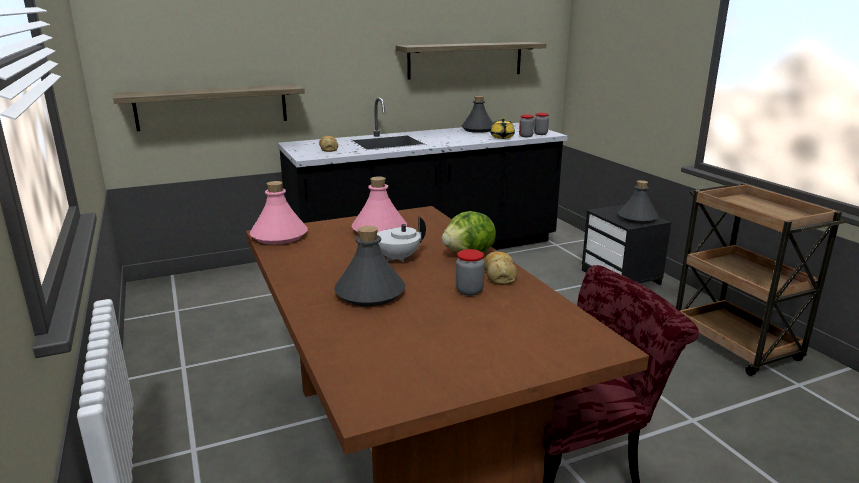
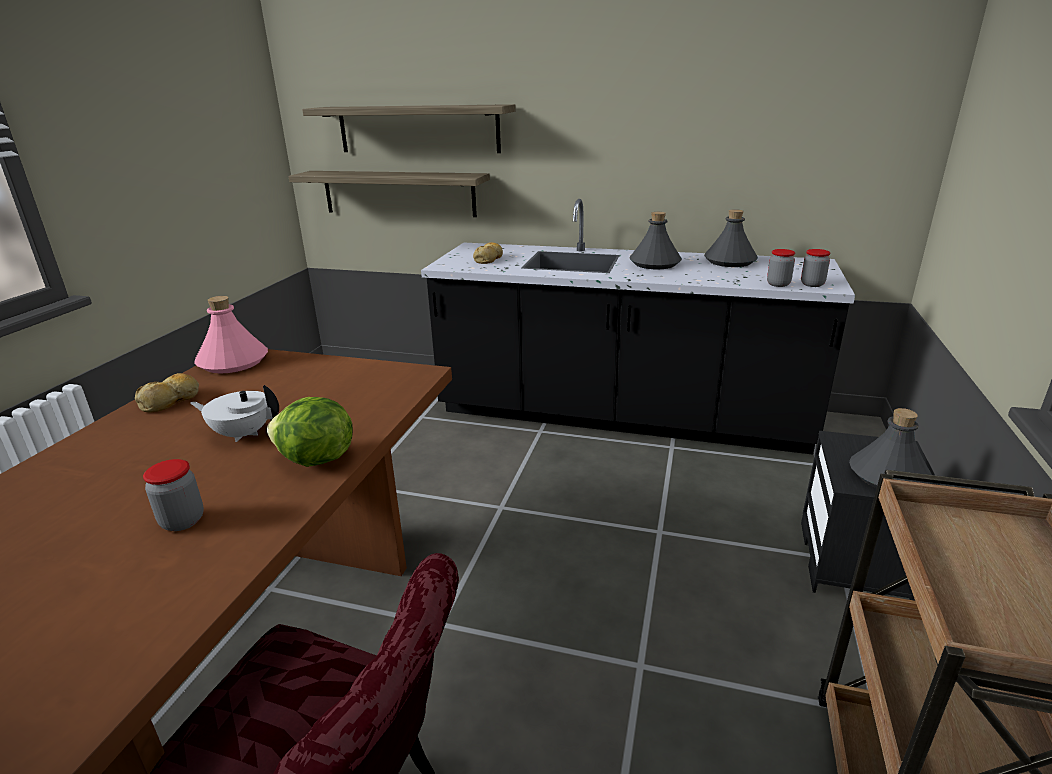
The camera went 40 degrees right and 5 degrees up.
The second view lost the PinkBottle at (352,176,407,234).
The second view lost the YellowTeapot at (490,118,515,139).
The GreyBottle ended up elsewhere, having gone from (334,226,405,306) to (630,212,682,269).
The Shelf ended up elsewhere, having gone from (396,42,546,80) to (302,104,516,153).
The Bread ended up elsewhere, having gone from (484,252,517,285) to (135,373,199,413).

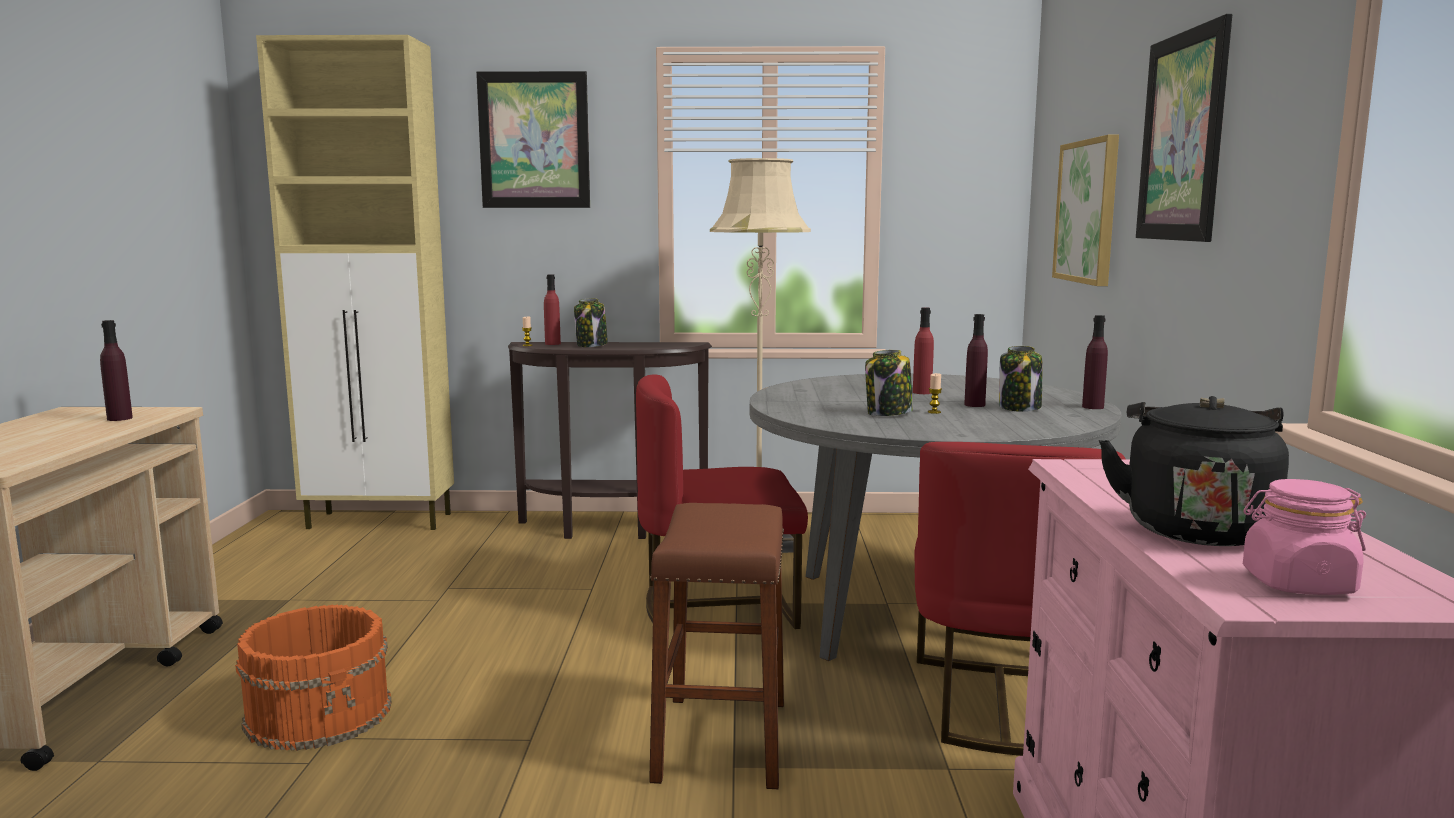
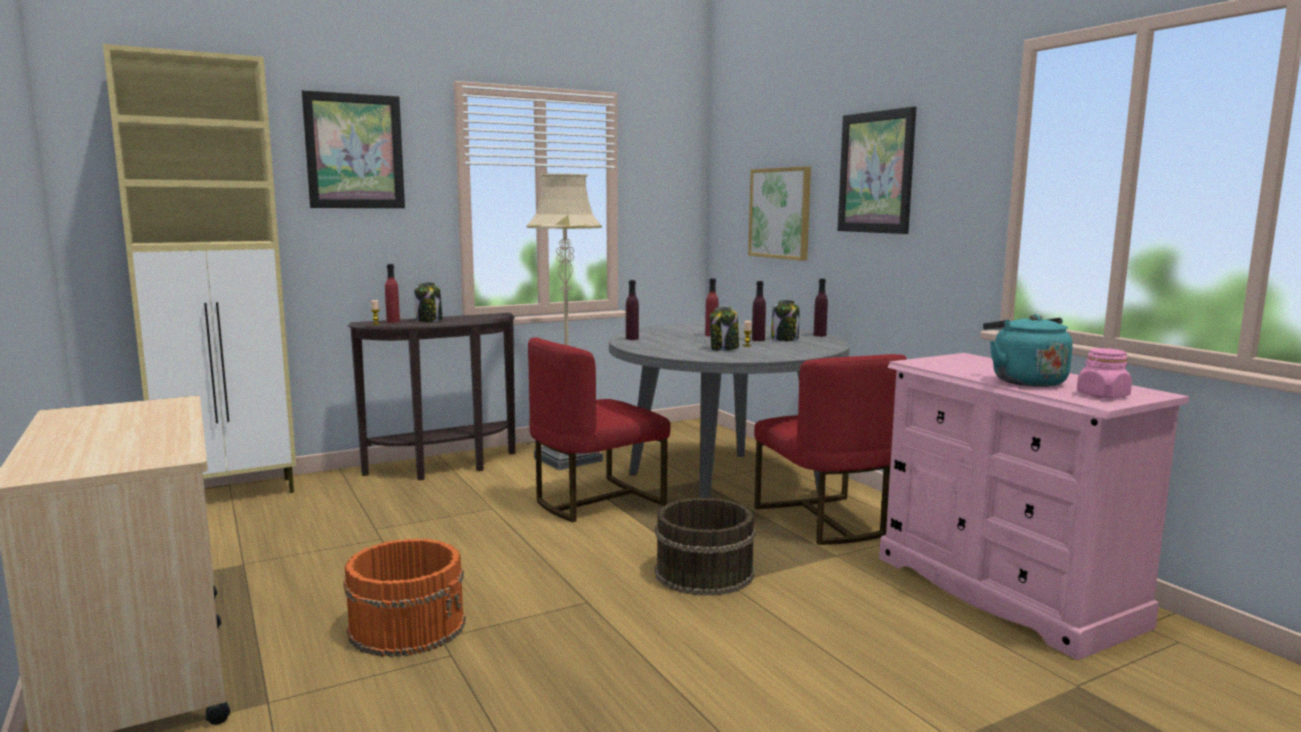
The camera went 30 degrees left and 0 degrees up.
The PurpleBottle ended up elsewhere, having gone from (100,320,133,421) to (626,280,639,340).
Where the BrownStool stood at (649,503,784,789), the BrownBucket came to stand at (655,498,756,596).
What was the BlackKettle at (1099,396,1289,546) turned into the TurquoiseKettle at (983,314,1073,387).

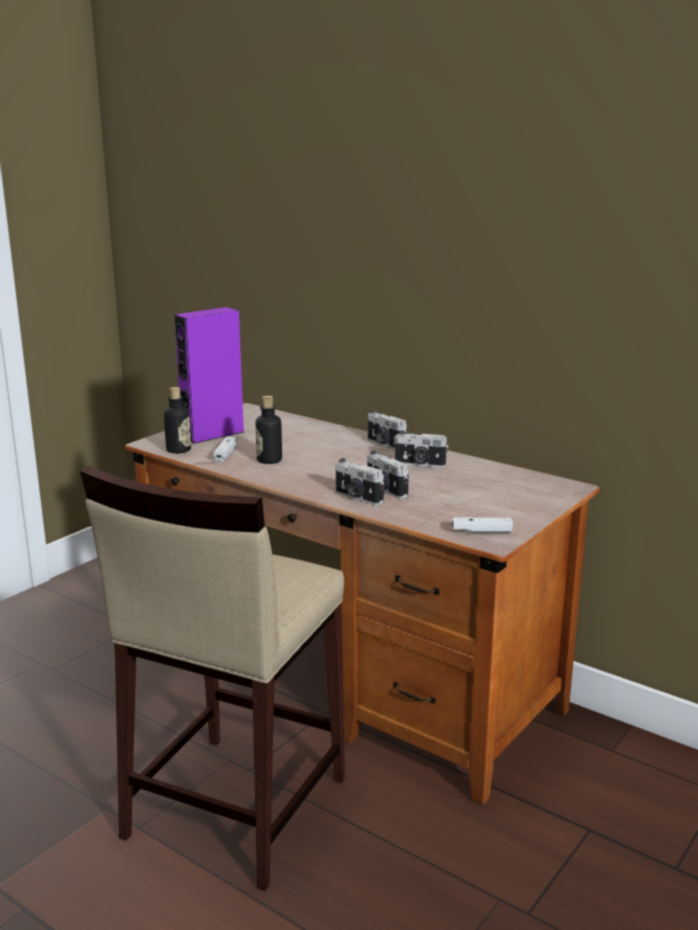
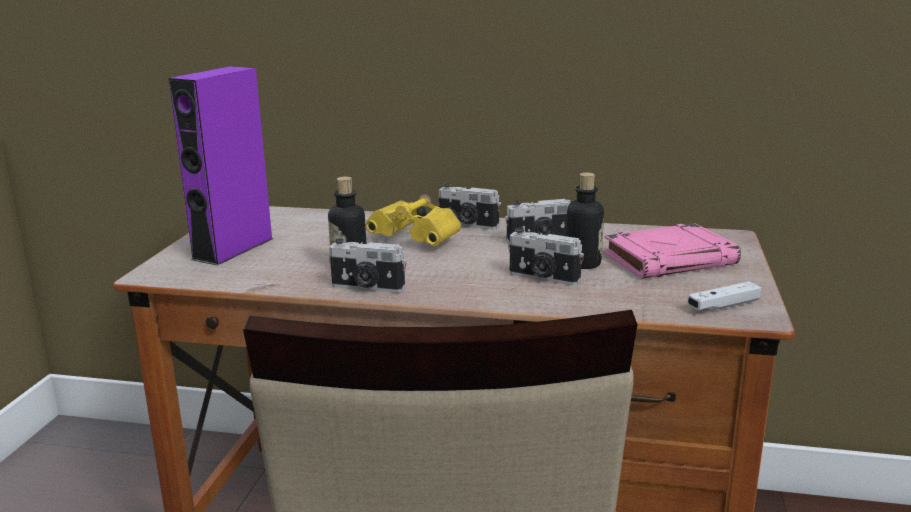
The camera went 25 degrees left and 0 degrees up.
The second view lost the WhiteGameController at (213,436,237,462).
The second view gained the YellowBinoculars at (366,194,461,246).
The second view gained the PinkBook at (604,223,741,279).
The Bottle ended up elsewhere, having gone from (164,387,191,454) to (566,172,604,269).
The PhotoCamera ended up elsewhere, having gone from (336,458,384,505) to (329,238,406,293).

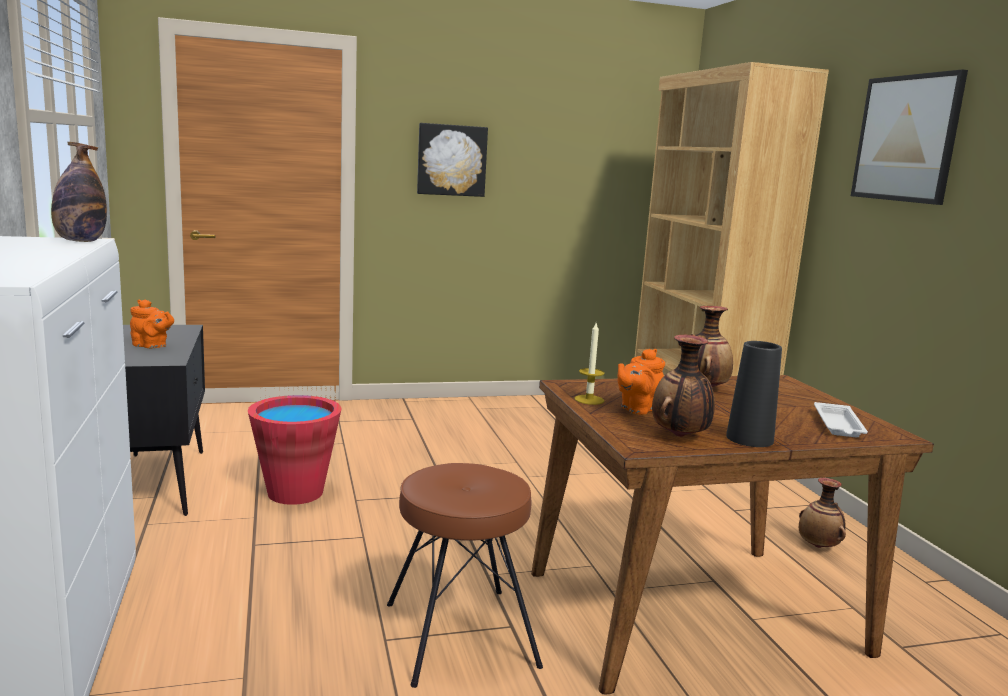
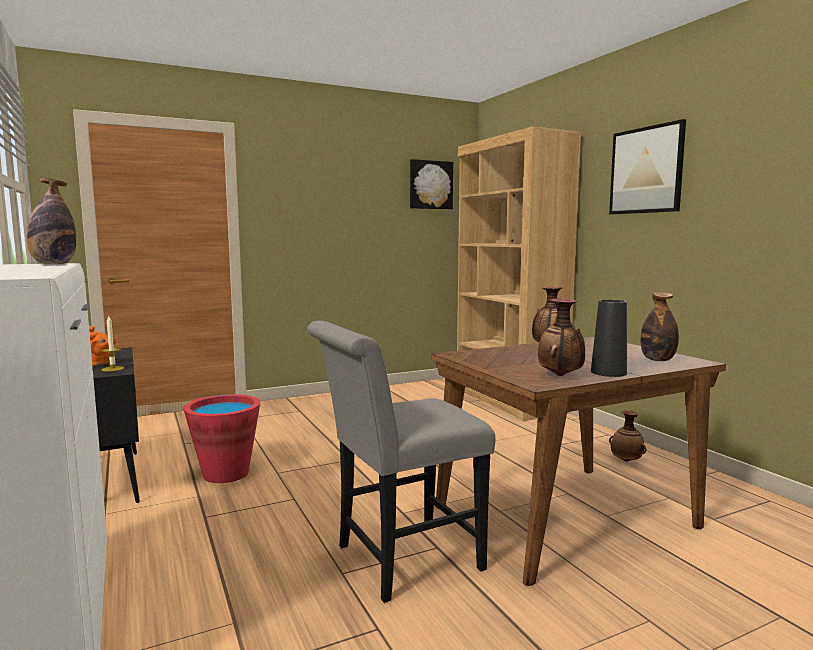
The camera went 10 degrees left and 5 degrees down.
The second view lost the OrangeTeapot at (617,349,665,415).
The Picture ended up elsewhere, having gone from (417,123,488,197) to (410,159,453,209).
The Candle ended up elsewhere, having gone from (574,323,605,405) to (102,316,124,371).
Where the BrownStool stood at (387,463,543,688), the GreyChair came to stand at (307,321,495,603).
Where the WhiteTray stood at (814,402,868,437), the Bottle came to stand at (640,292,679,361).

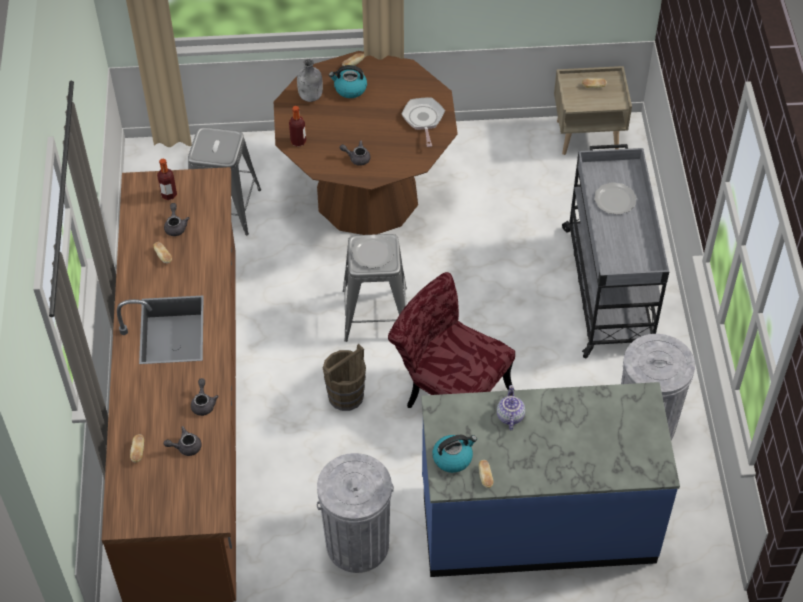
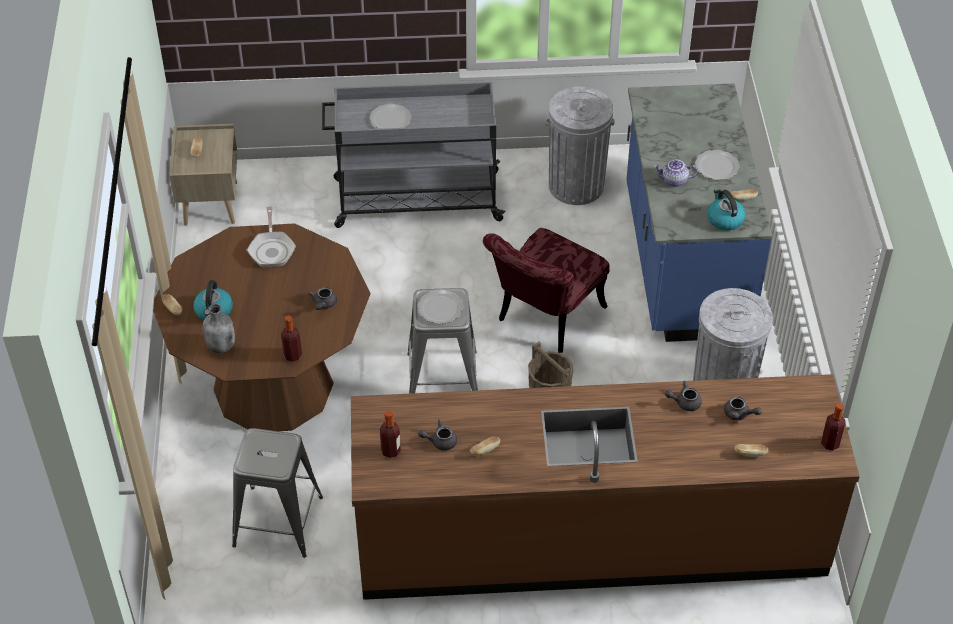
The camera went 90 degrees left and 5 degrees down.
The second view gained the Plate at (695,150,740,180).
The second view gained the Bottle at (821,403,846,451).
The GreyTeapot at (164,426,202,456) ended up facing another way, 45 degrees counterclockwise from before.
The FryingPan at (402,97,445,147) ended up facing another way, 90 degrees counterclockwise from before.

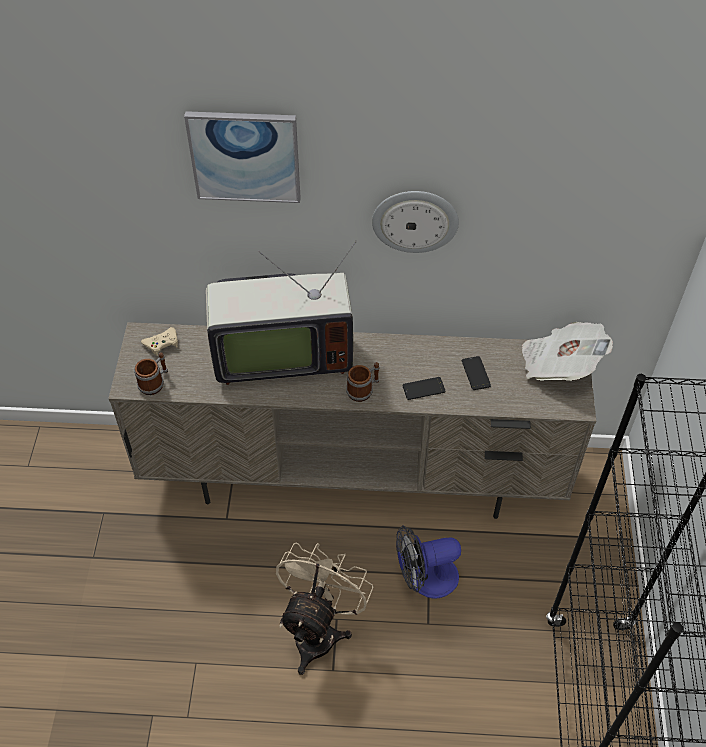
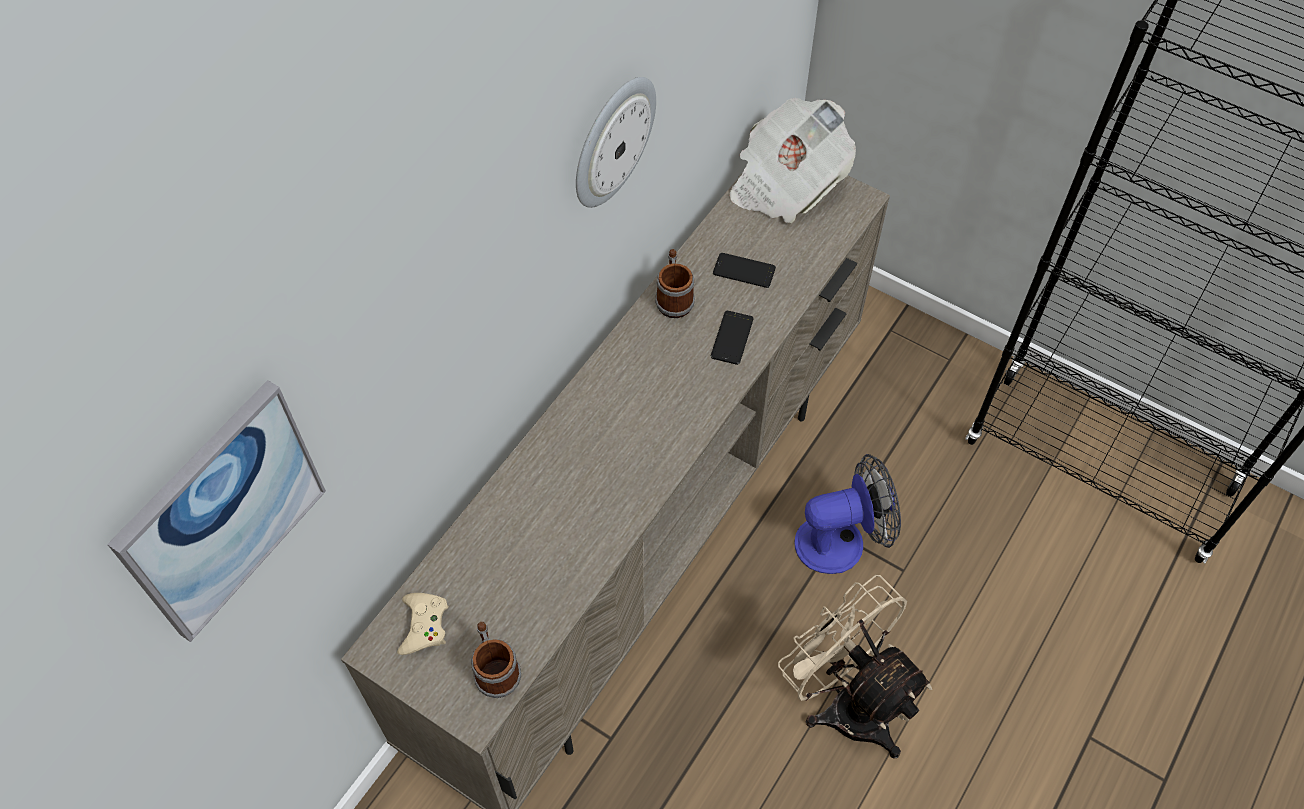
The camera went 60 degrees left and 5 degrees up.
The second view lost the Television at (206,241,357,385).
The Picture ended up elsewhere, having gone from (184,111,301,203) to (107,380,326,642).
The Mug ended up elsewhere, having gone from (346,362,379,402) to (655,249,695,318).
The Fan at (396,525,461,599) ended up facing another way, 120 degrees counterclockwise from before.

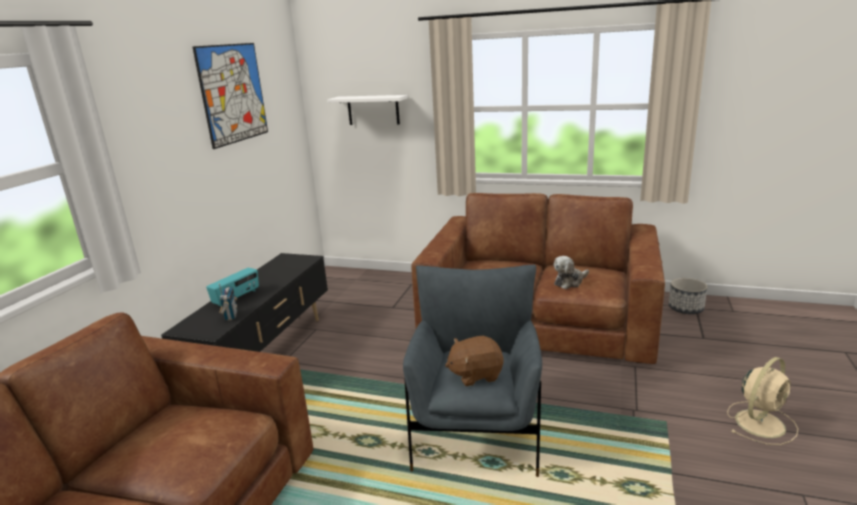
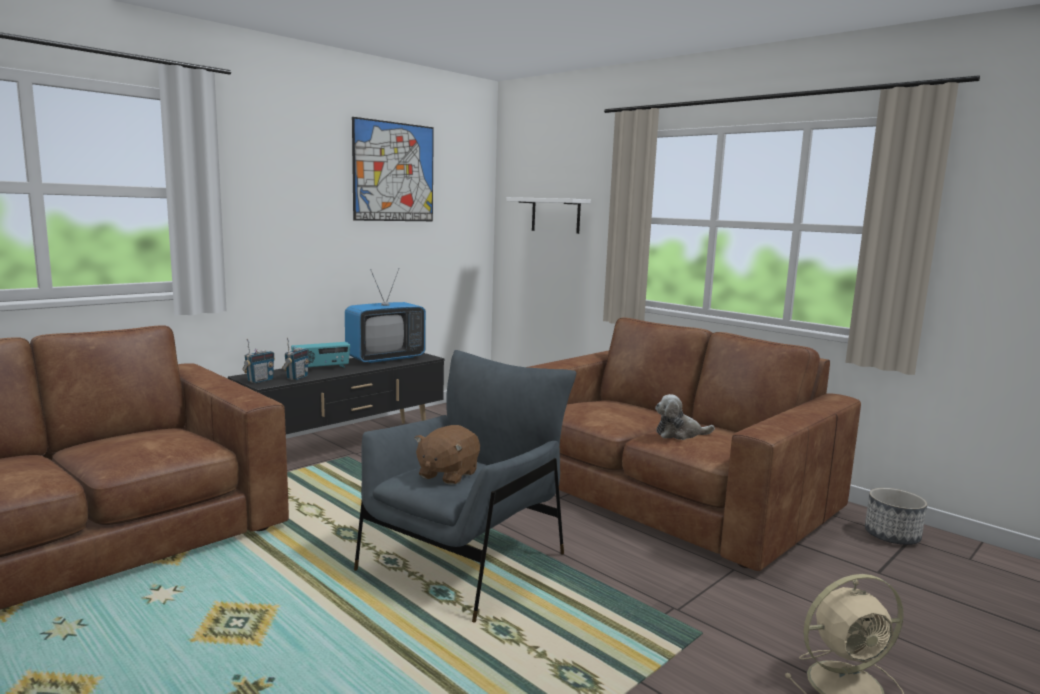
The camera went 25 degrees right and 10 degrees down.
The second view gained the Radio at (242,339,275,383).
The second view gained the Television at (345,268,426,364).
The BrownPlushToy at (445,336,503,386) ended up facing another way, 75 degrees counterclockwise from before.

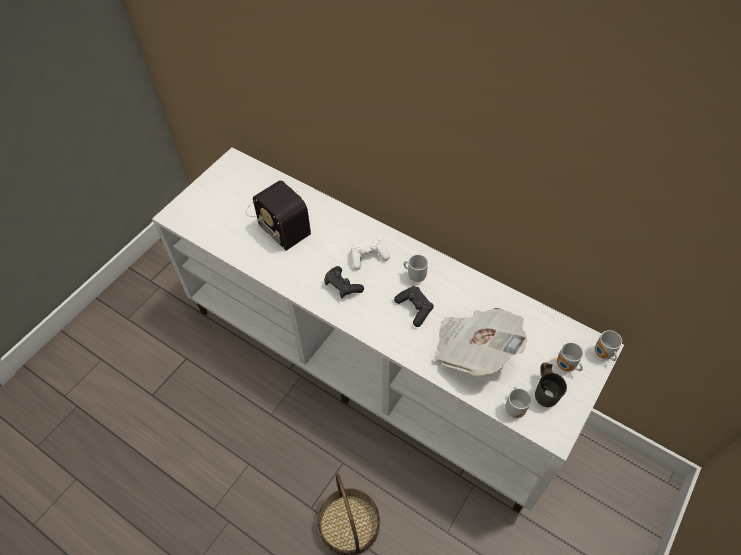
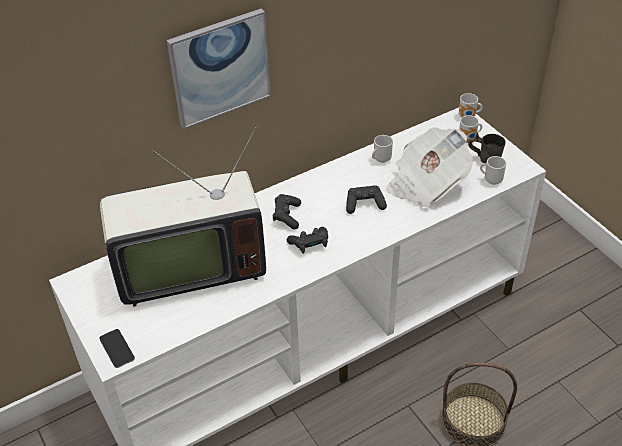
The camera went 65 degrees left and 10 degrees down.
The second view gained the Phone at (99,329,135,368).
The second view gained the Picture at (167,8,271,129).
The Mug ended up elsewhere, having gone from (403,254,428,282) to (372,135,393,163).
Where the Radio stood at (245,180,311,251), the Television came to stand at (100,127,266,307).
What was the WhiteGameController at (351,238,390,270) turned into the BlackGameController at (273,194,301,230).

